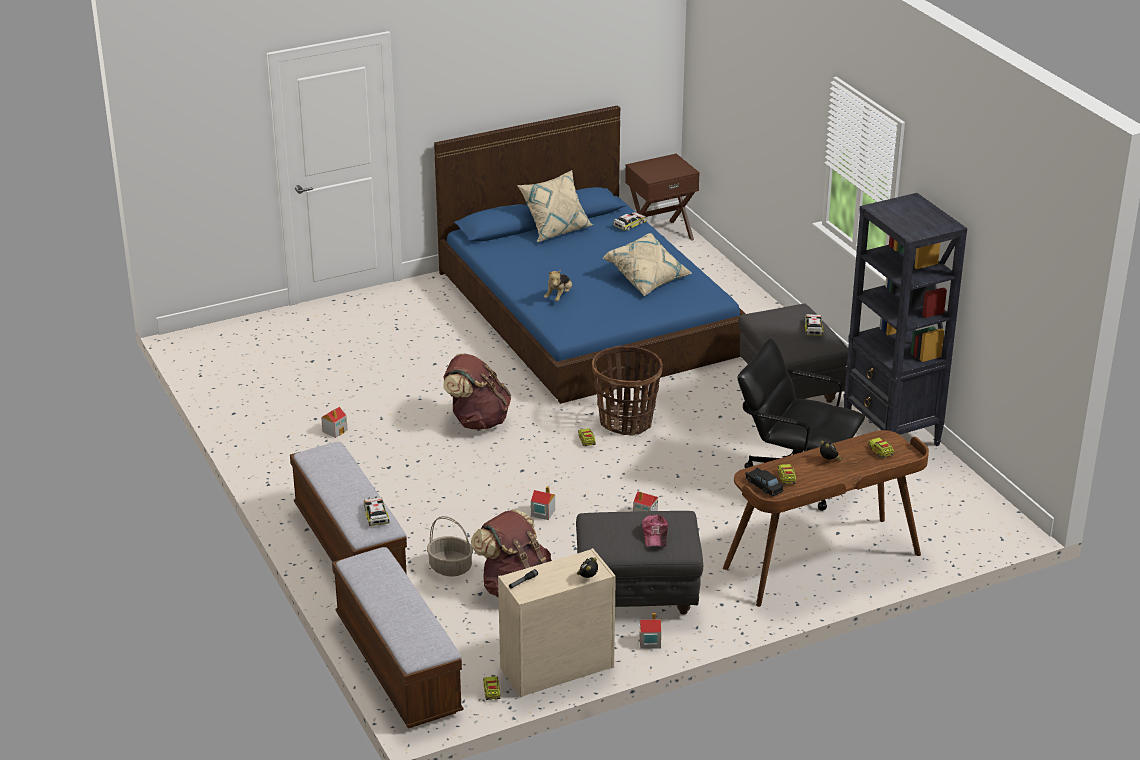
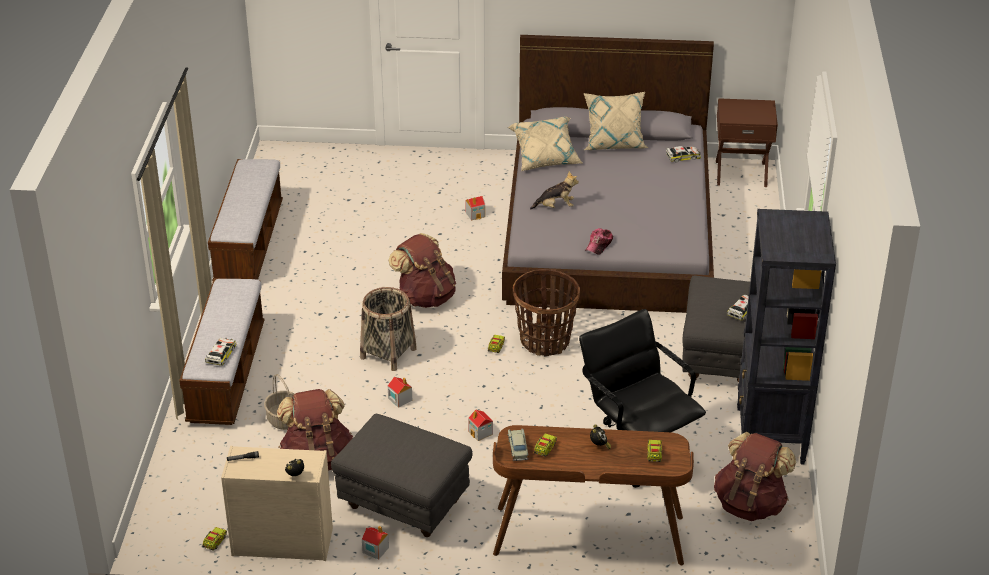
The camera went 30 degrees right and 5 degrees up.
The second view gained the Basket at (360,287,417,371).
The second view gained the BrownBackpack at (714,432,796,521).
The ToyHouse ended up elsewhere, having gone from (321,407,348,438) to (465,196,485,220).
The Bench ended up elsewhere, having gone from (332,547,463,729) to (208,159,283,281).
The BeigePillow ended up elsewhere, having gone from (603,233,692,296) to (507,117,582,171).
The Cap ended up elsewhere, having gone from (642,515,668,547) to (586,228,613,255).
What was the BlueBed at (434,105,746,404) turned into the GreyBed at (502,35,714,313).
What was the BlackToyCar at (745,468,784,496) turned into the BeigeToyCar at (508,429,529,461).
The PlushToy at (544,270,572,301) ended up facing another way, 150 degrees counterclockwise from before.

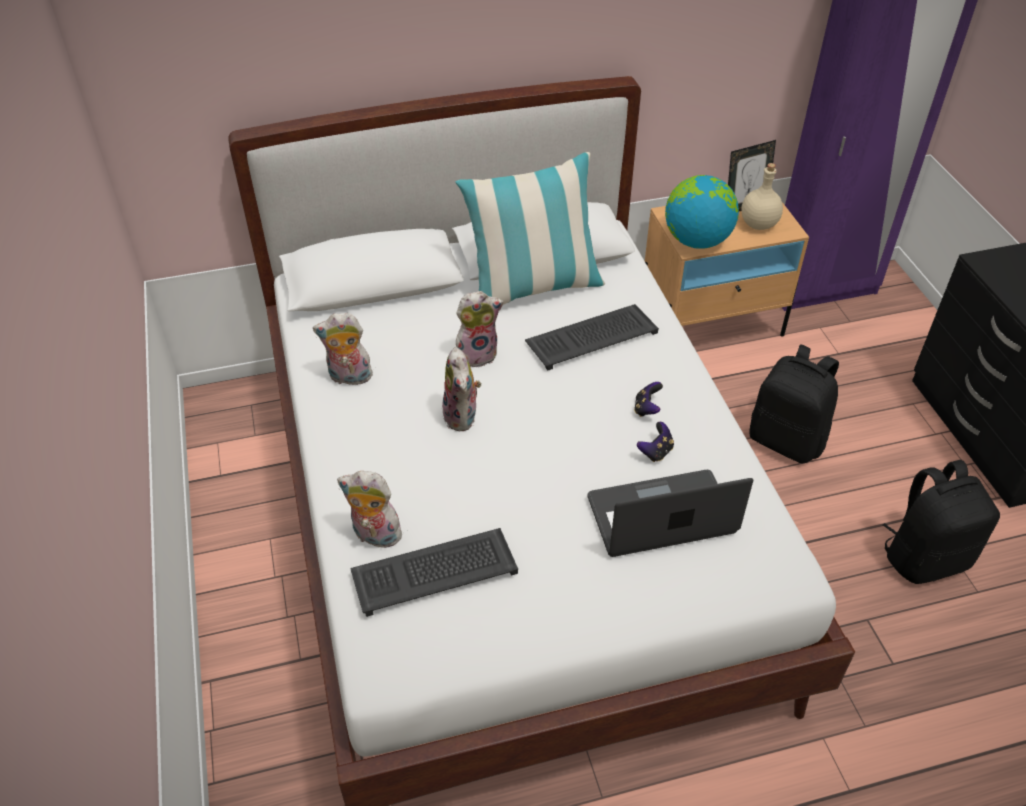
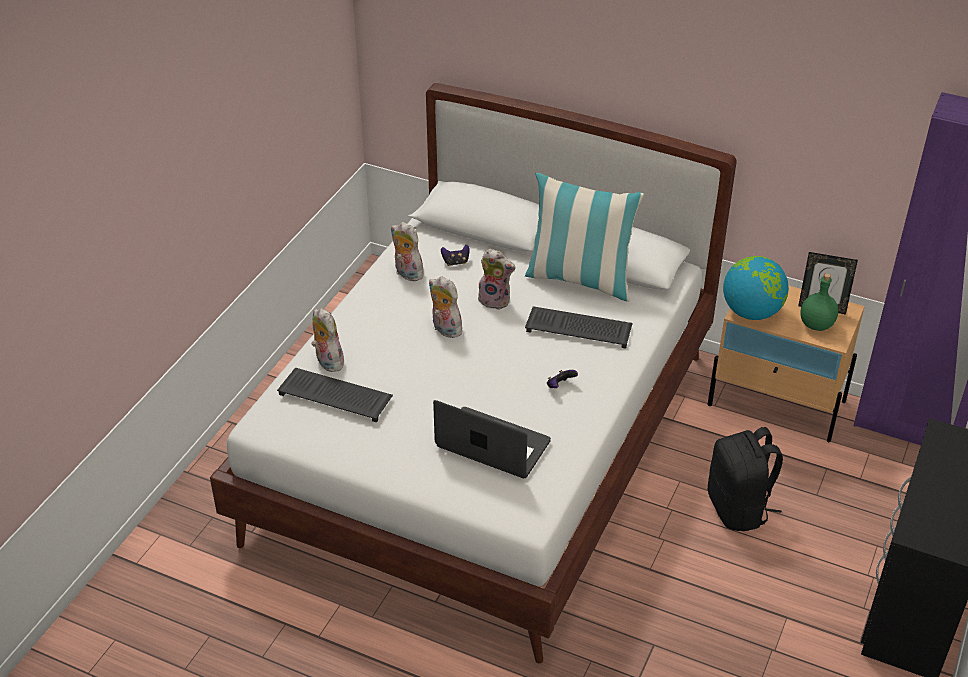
The camera went 40 degrees right and 5 degrees down.
The second view lost the BlackBackpack at (883,460,1000,584).
The GameController ended up elsewhere, having gone from (637,422,674,462) to (441,245,470,266).
What was the BeigeBottle at (741,163,783,230) turned into the GreenBottle at (800,273,838,331).
The PlushToy at (442,347,481,431) ended up facing another way, 105 degrees clockwise from before.

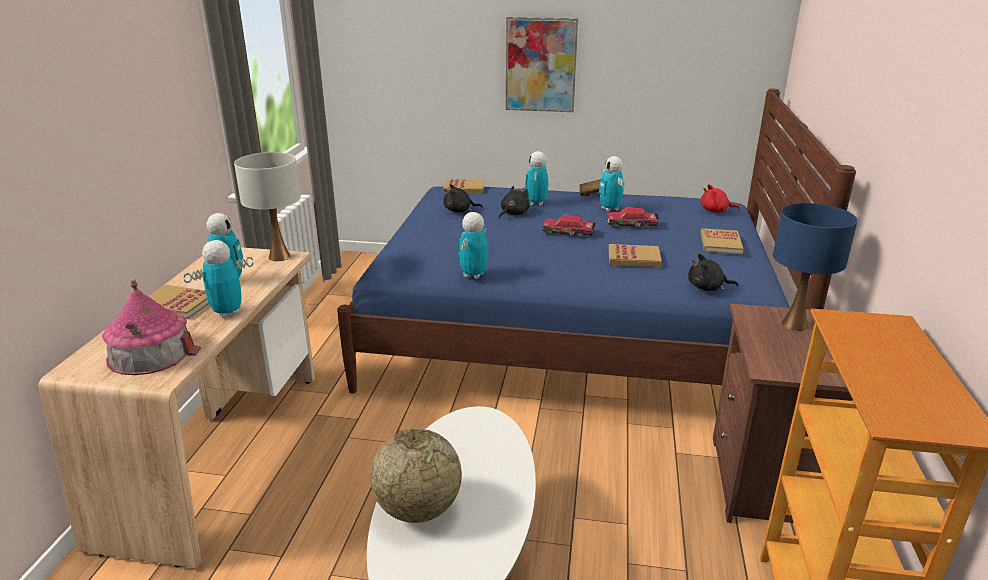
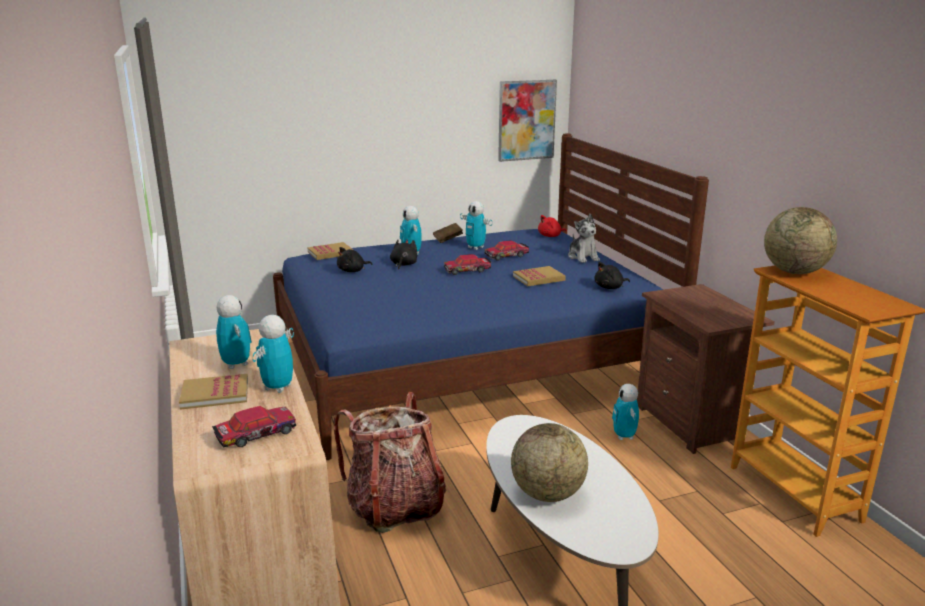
The camera went 30 degrees left and 5 degrees down.
The second view lost the WhiteTableLamp at (234,152,301,261).
The second view lost the BlueTableLamp at (773,203,858,331).
The second view gained the Backpack at (334,392,447,533).
The second view gained the Globe at (764,207,837,274).
The ToyRobot ended up elsewhere, having gone from (458,212,488,279) to (612,384,639,440).
The Picture ended up elsewhere, having gone from (506,17,578,112) to (498,80,557,162).
Where the ToyHouse stood at (102,280,201,375), the ToyCar came to stand at (212,406,296,447).
Where the Book stood at (700,228,743,255), the PlushToy came to stand at (568,213,600,263).

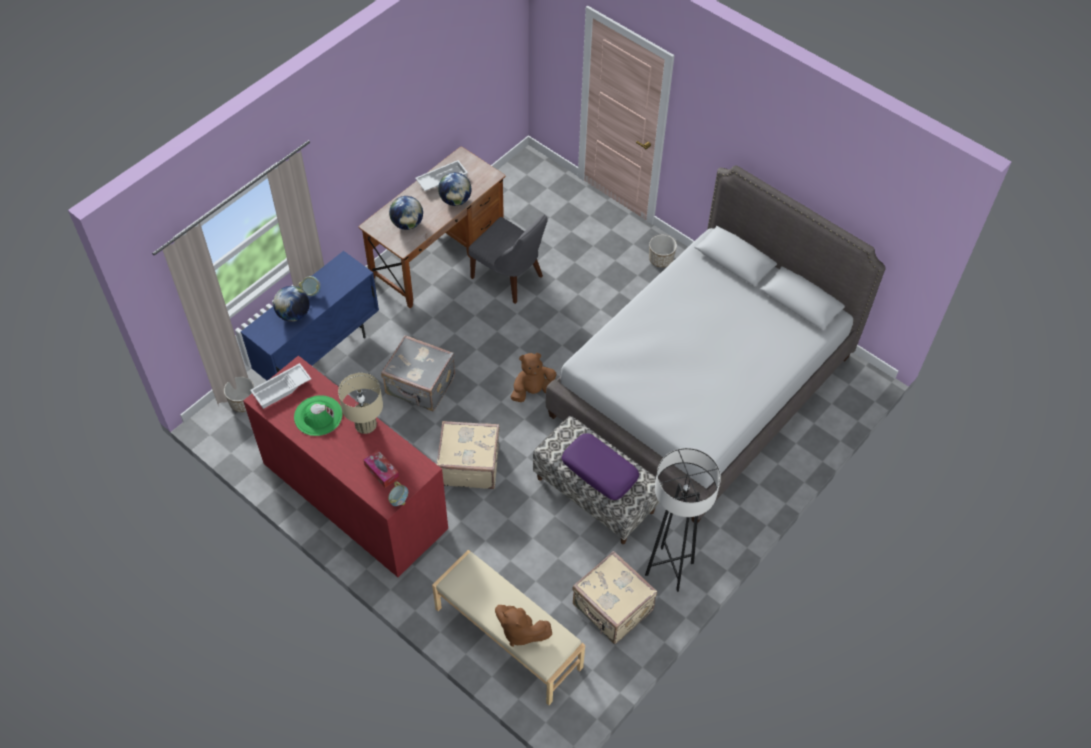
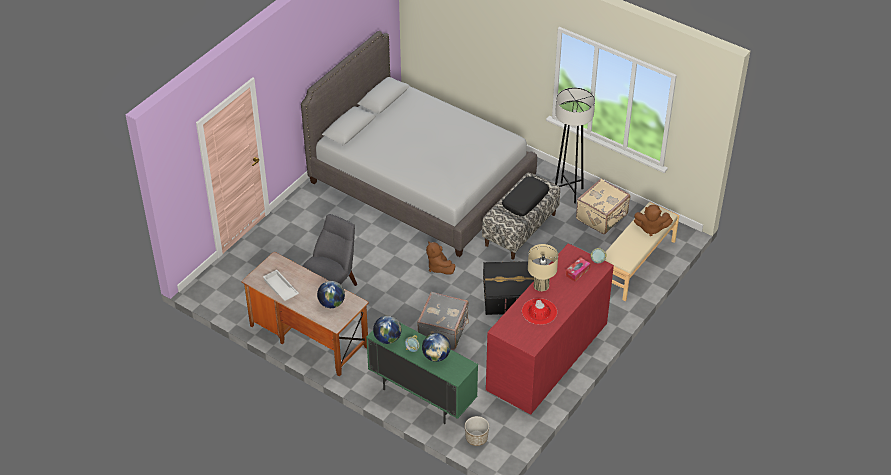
The camera went 95 degrees left and 10 degrees down.
The second view lost the WhiteTray at (250,363,311,409).
The second view lost the Planter at (649,235,677,268).
The Globe ended up elsewhere, having gone from (438,172,472,206) to (373,316,402,344).
Where the BeigeSuitcase stood at (437,421,500,489), the BlackStorageBox came to stand at (483,261,534,315).
What was the BlueCabinet at (241,251,379,381) turned into the GreenCabinet at (366,323,478,424).
What was the GreenHat at (294,395,343,436) turned into the RedHat at (522,298,557,325).
What was the PurplePillow at (562,433,639,500) turned into the BlackPillow at (502,176,549,216).
The BrownPlushToy at (495,605,552,647) ended up facing another way, 75 degrees clockwise from before.

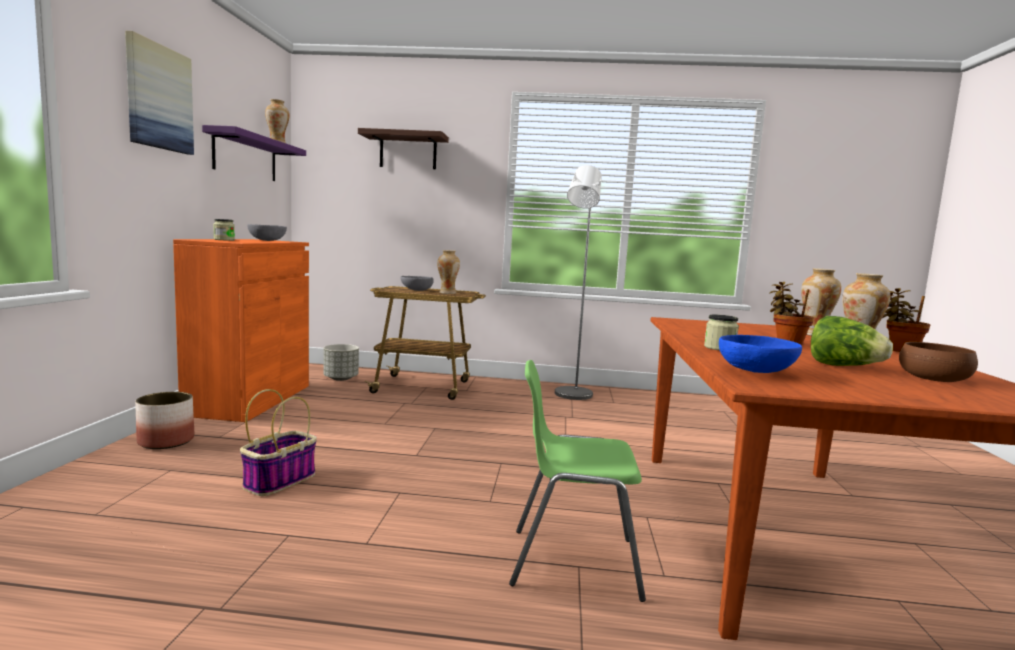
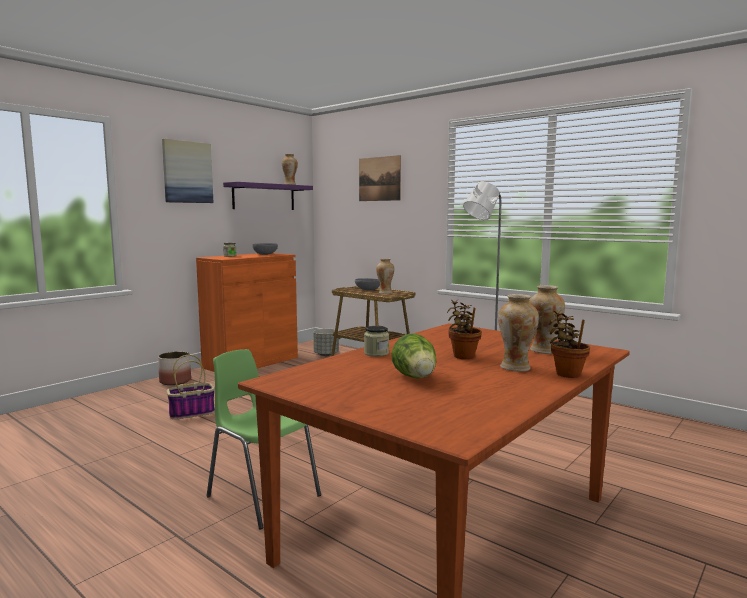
The camera went 35 degrees right and 0 degrees up.
The second view lost the BlueBowl at (719,335,802,373).
The second view lost the BrownBowl at (899,342,978,382).
Where the Shelf hung at (358,128,449,169), the Picture came to hang at (359,155,401,201).

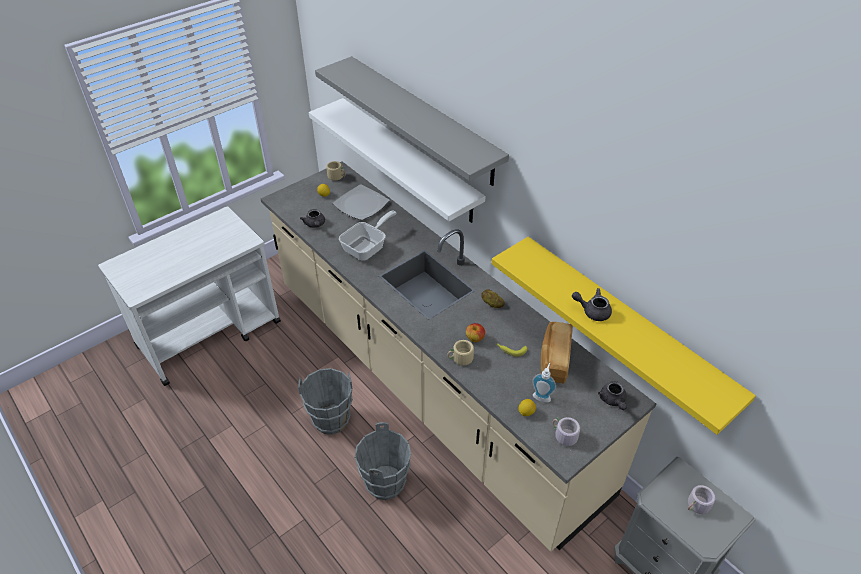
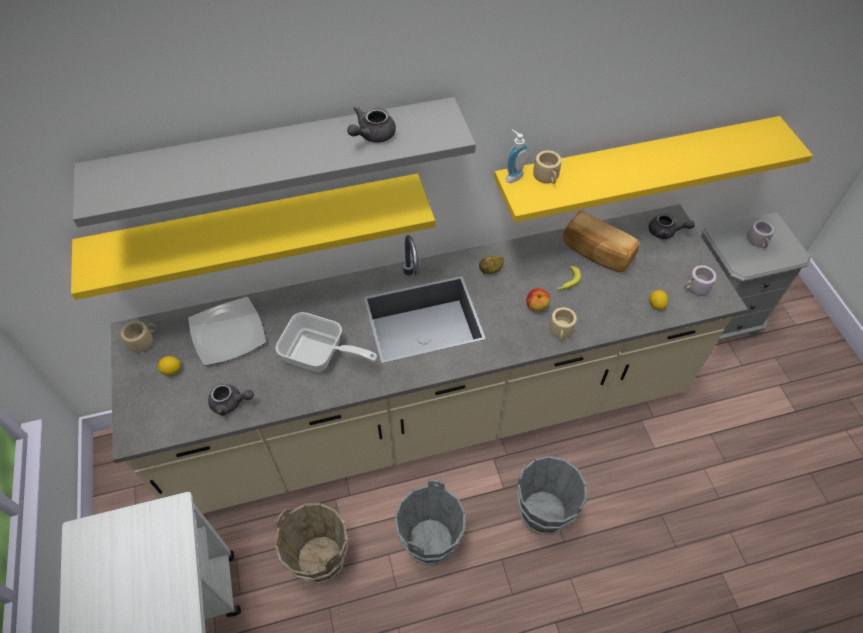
The camera went 65 degrees left and 10 degrees up.
The second view gained the BrownBucket at (275,503,348,584).
The second view gained the BeigeMug at (533,150,561,184).
The SoapDispenser ended up elsewhere, having gone from (532,363,556,402) to (506,130,528,183).
The GreyTeapot ended up elsewhere, having gone from (572,288,612,321) to (347,106,396,143).
What was the WhiteShelf at (309,98,486,223) turned into the YellowShelf at (71,173,435,300).
The FryingPan at (339,211,397,261) ended up facing another way, 135 degrees clockwise from before.

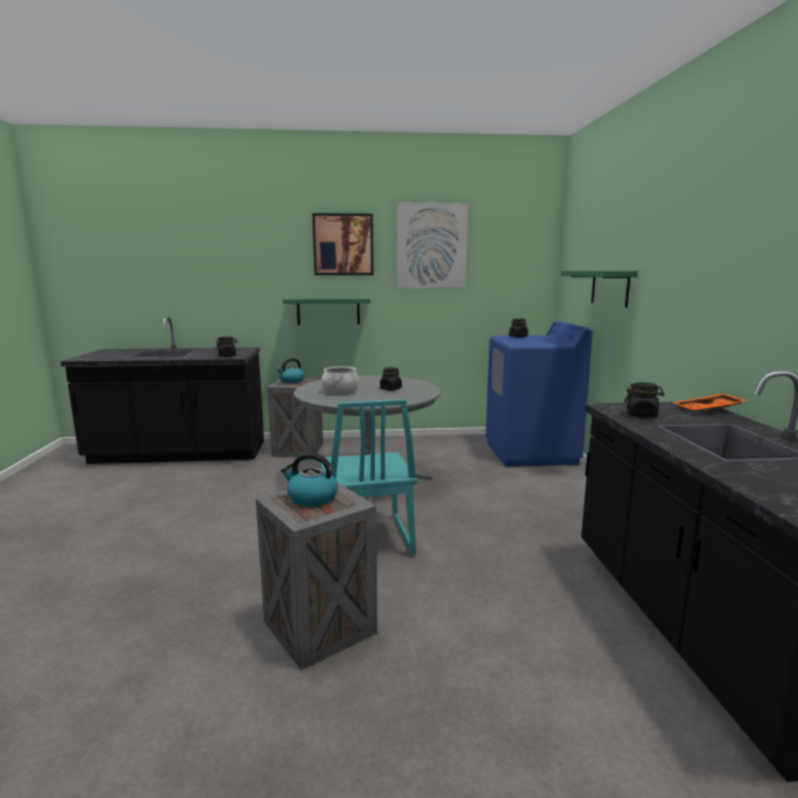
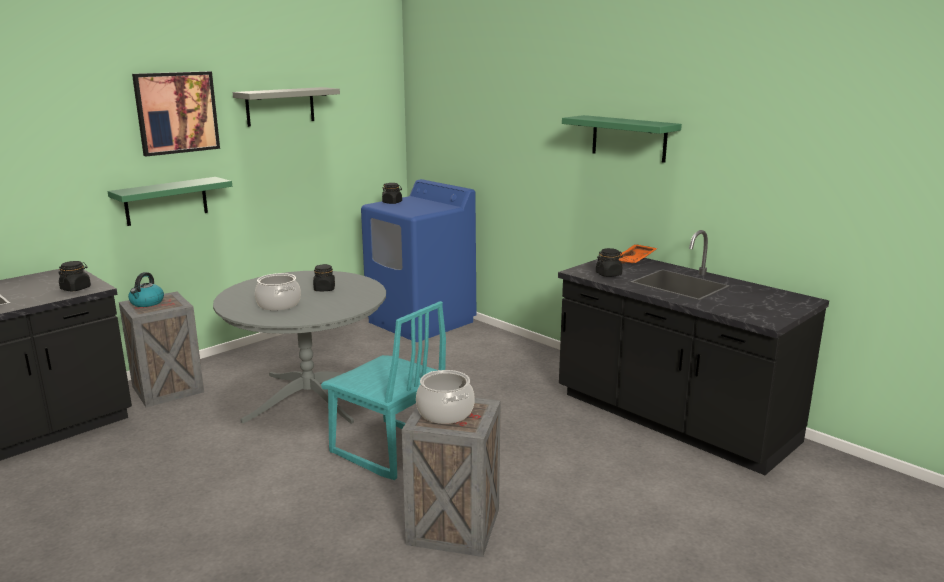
The camera went 40 degrees left and 5 degrees up.
The GreenShelf ended up elsewhere, having gone from (561,271,638,307) to (562,115,682,163).
Where the Kettle stood at (281,453,338,507), the CookingPot came to stand at (416,370,475,424).
Where the Picture hung at (397,202,468,288), the GreyShelf came to hang at (233,87,340,127).

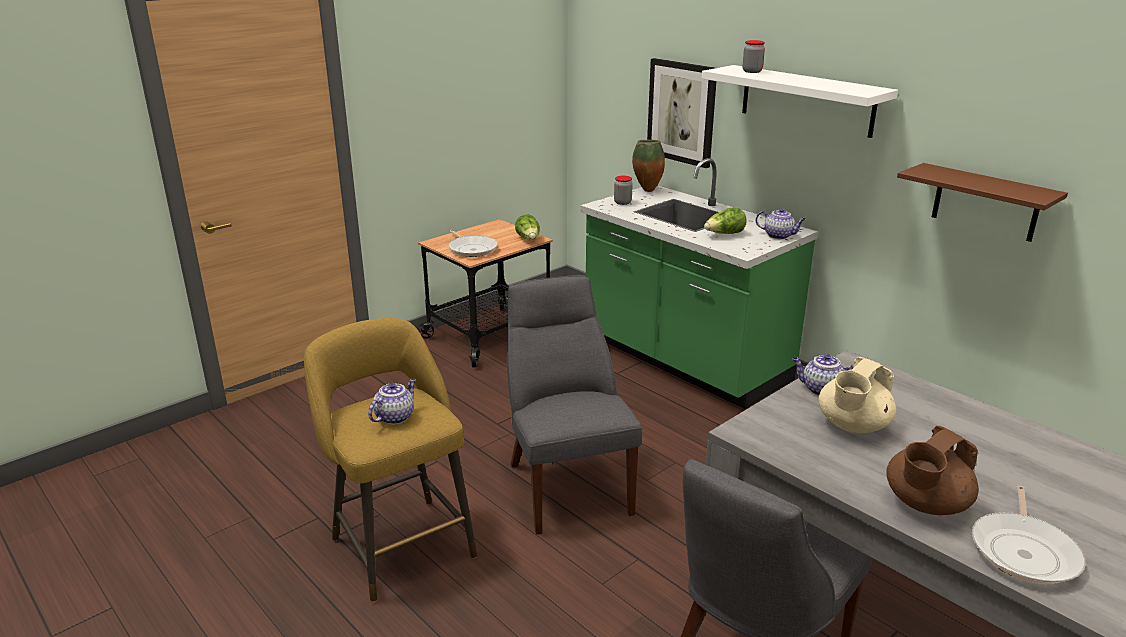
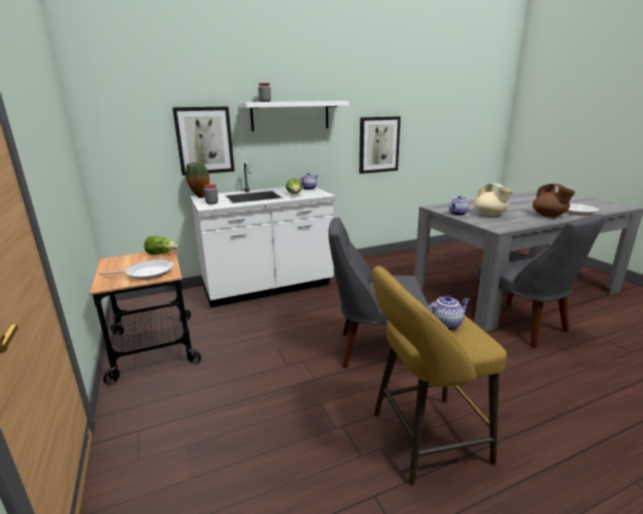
The camera went 70 degrees left and 5 degrees down.
Where the BrownShelf hung at (897,163,1068,242), the Picture came to hang at (359,116,401,174).
What was the GreenCounter at (580,158,818,409) turned into the WhiteCounter at (190,161,336,307).
The Teapot at (368,379,416,424) ended up facing another way, 105 degrees clockwise from before.

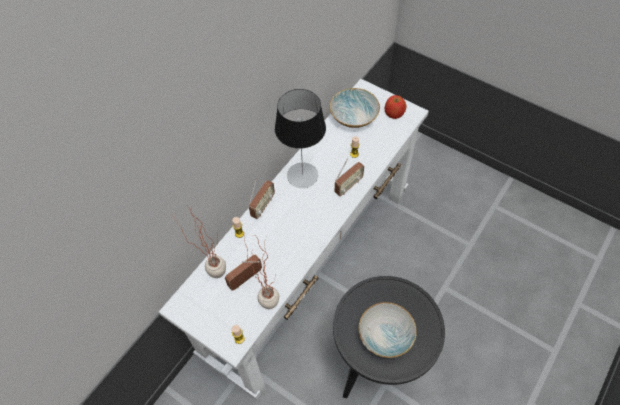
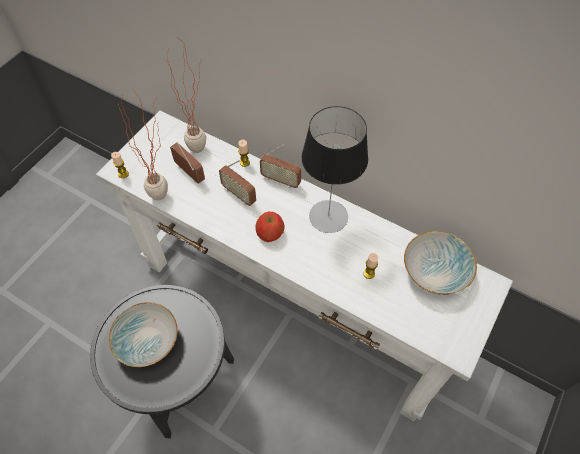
The camera went 85 degrees right and 0 degrees up.
The Radio ended up elsewhere, having gone from (335,158,364,196) to (219,160,256,206).
The Apple ended up elsewhere, having gone from (385,95,406,119) to (255,212,284,242).

